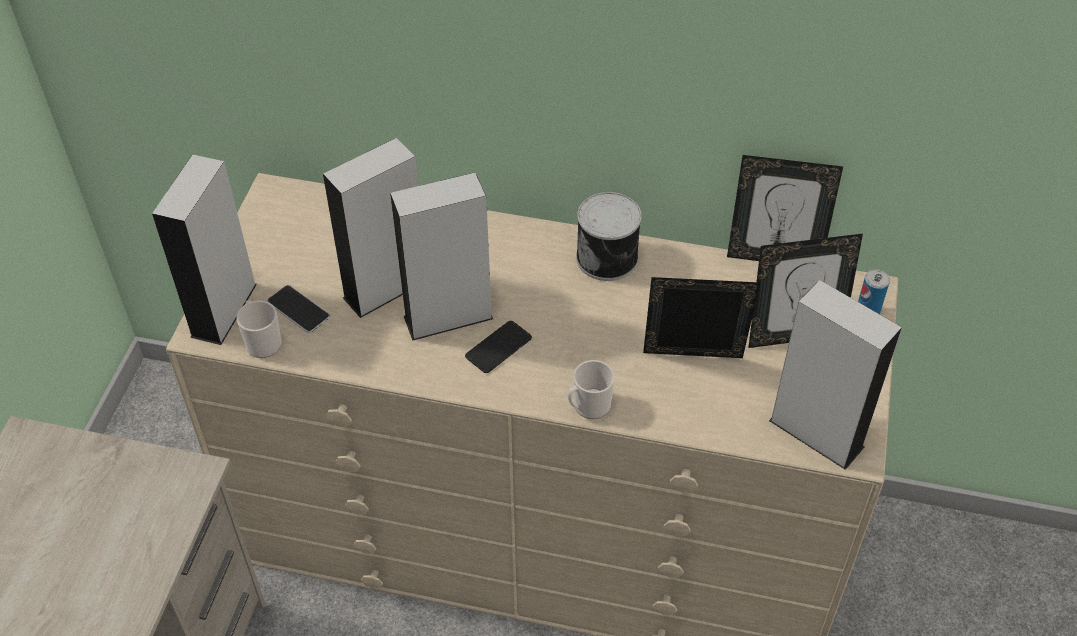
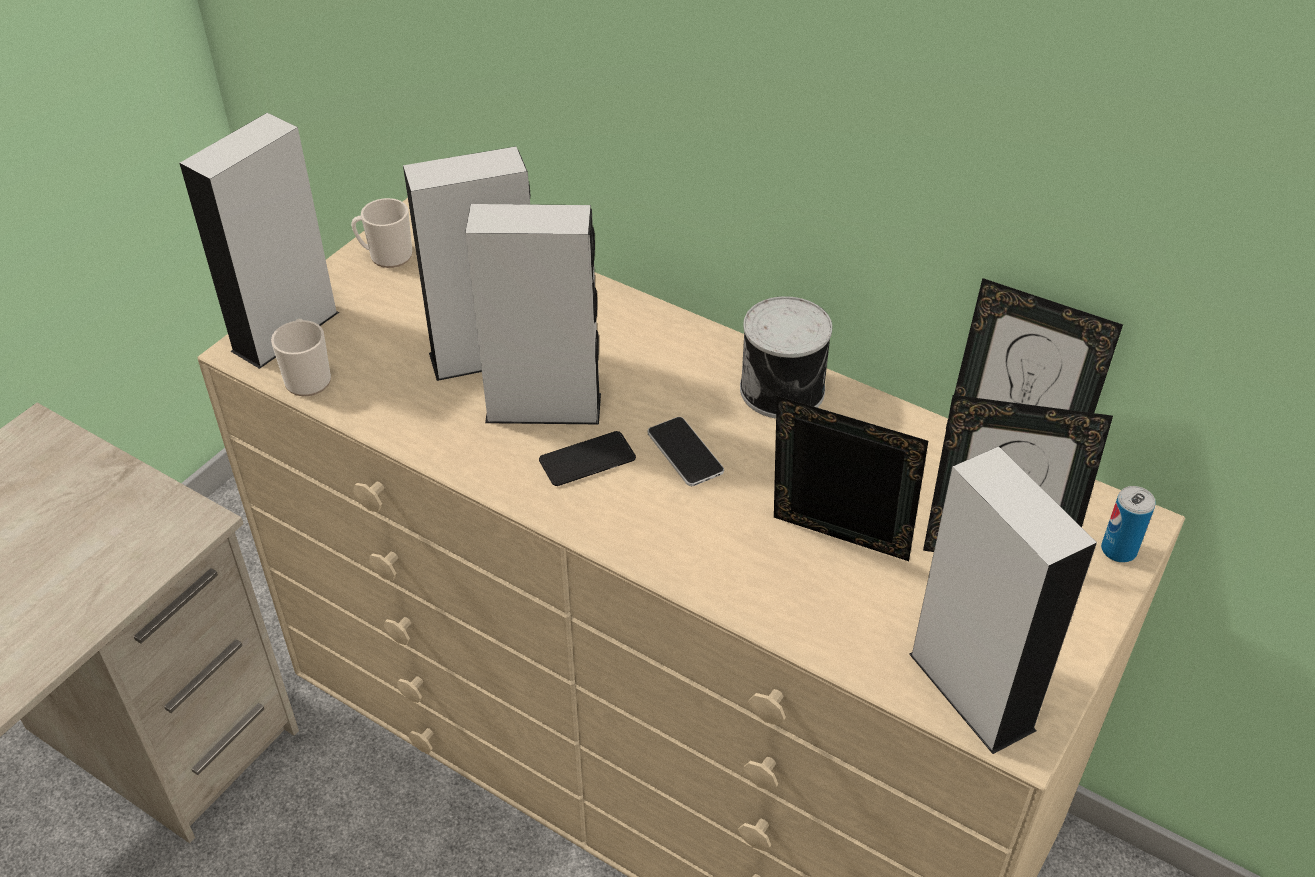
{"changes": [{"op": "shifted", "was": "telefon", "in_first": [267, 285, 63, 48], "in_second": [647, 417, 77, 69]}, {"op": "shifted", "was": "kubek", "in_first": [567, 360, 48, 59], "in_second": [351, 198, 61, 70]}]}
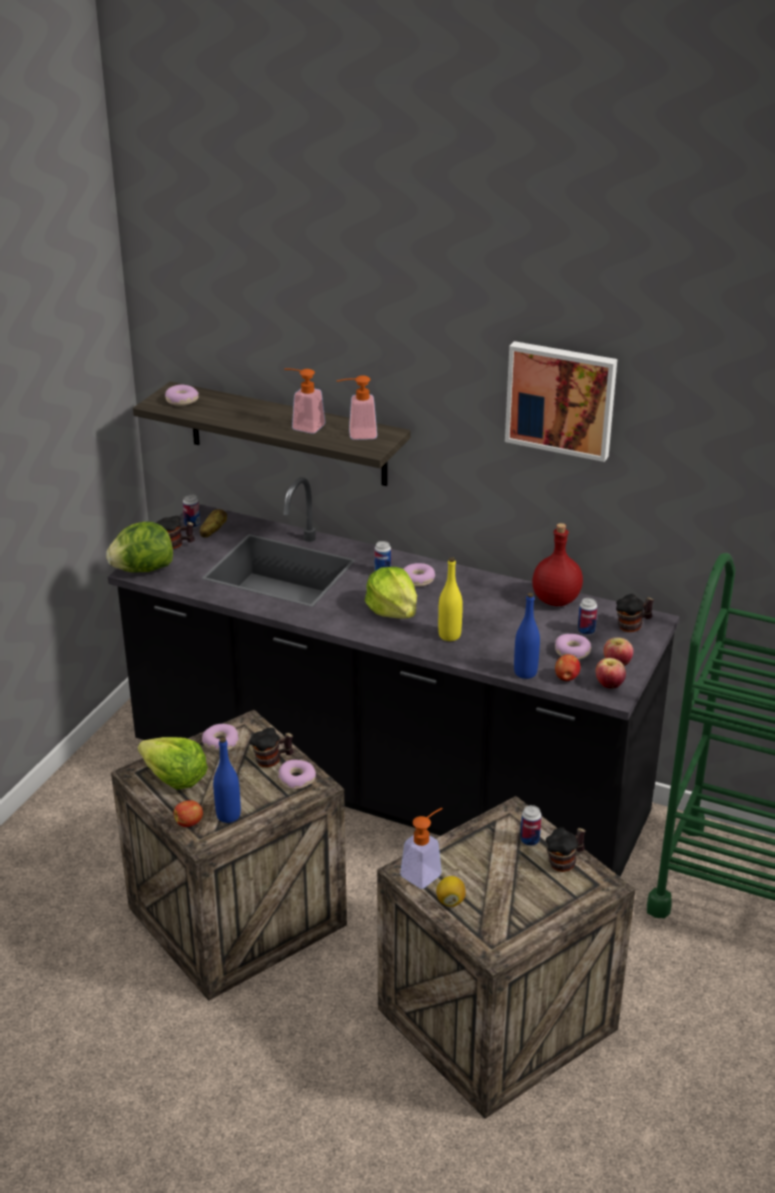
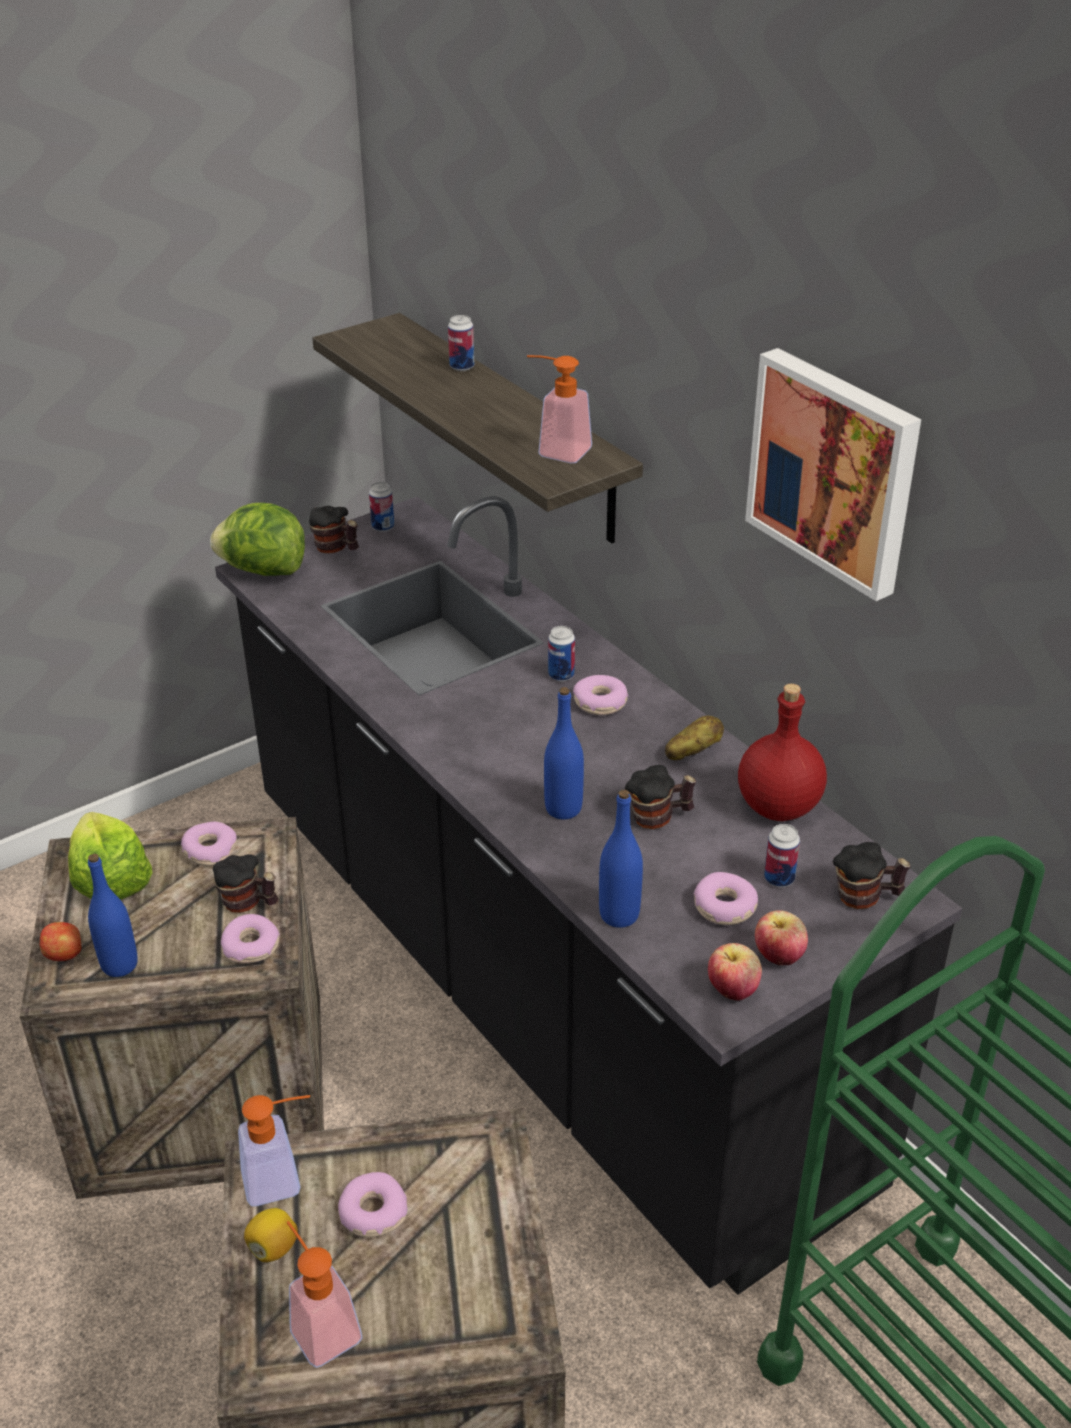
{"changes": [{"op": "shifted", "was": "donut", "in_first": [165, 385, 34, 21], "in_second": [338, 1172, 70, 66]}, {"op": "shifted", "was": "ziemniak", "in_first": [200, 509, 27, 29], "in_second": [665, 716, 59, 44]}, {"op": "shifted", "was": "dozownik mydła", "in_first": [284, 369, 41, 65], "in_second": [287, 1221, 75, 147]}, {"op": "gone", "was": "sałata", "in_first": [365, 567, 52, 52]}, {"op": "repainted", "was": "butelka/żółty", "now": "butelka/niebieski", "in_first": [438, 557, 25, 84], "in_second": [544, 687, 40, 132]}, {"op": "shifted", "was": "puszka", "in_first": [520, 805, 22, 41], "in_second": [448, 315, 27, 56]}, {"op": "shifted", "was": "kubek", "in_first": [546, 827, 40, 45], "in_second": [625, 765, 71, 64]}, {"op": "gone", "was": "jabłko", "in_first": [555, 654, 25, 27]}]}
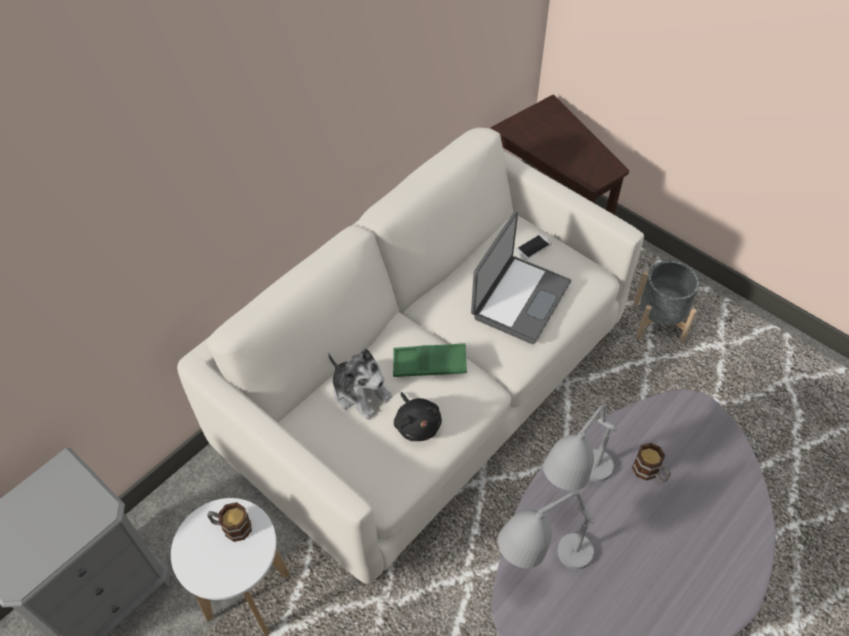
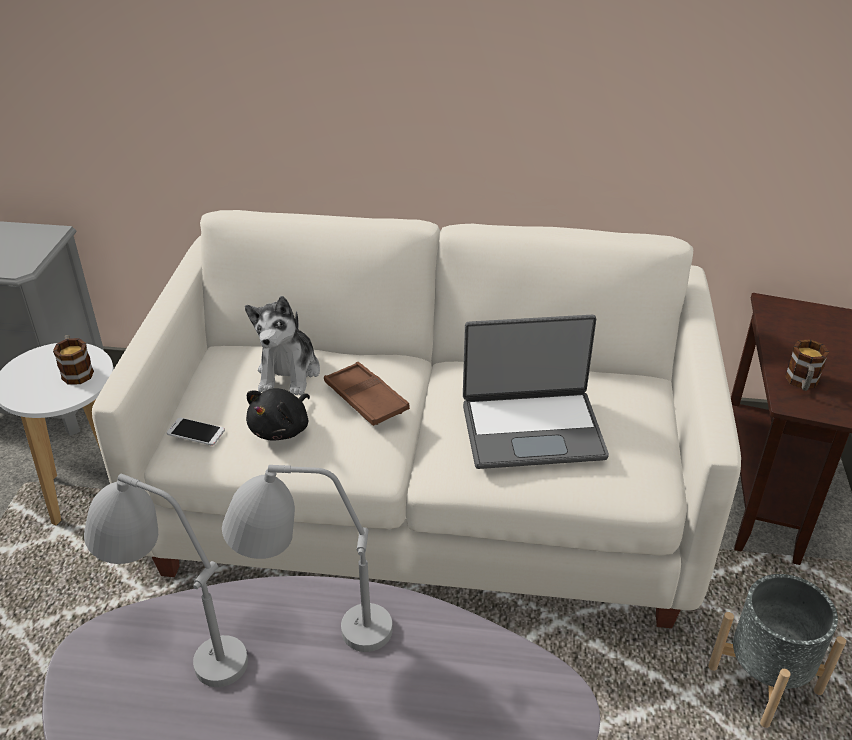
{"changes": [{"op": "repainted", "was": "taca/zielony", "now": "taca/brązowy", "in_first": [393, 343, 74, 34], "in_second": [324, 362, 86, 64]}, {"op": "shifted", "was": "telefon", "in_first": [515, 234, 37, 26], "in_second": [167, 417, 58, 29]}, {"op": "shifted", "was": "kubek", "in_first": [632, 443, 39, 40], "in_second": [785, 339, 44, 52]}]}
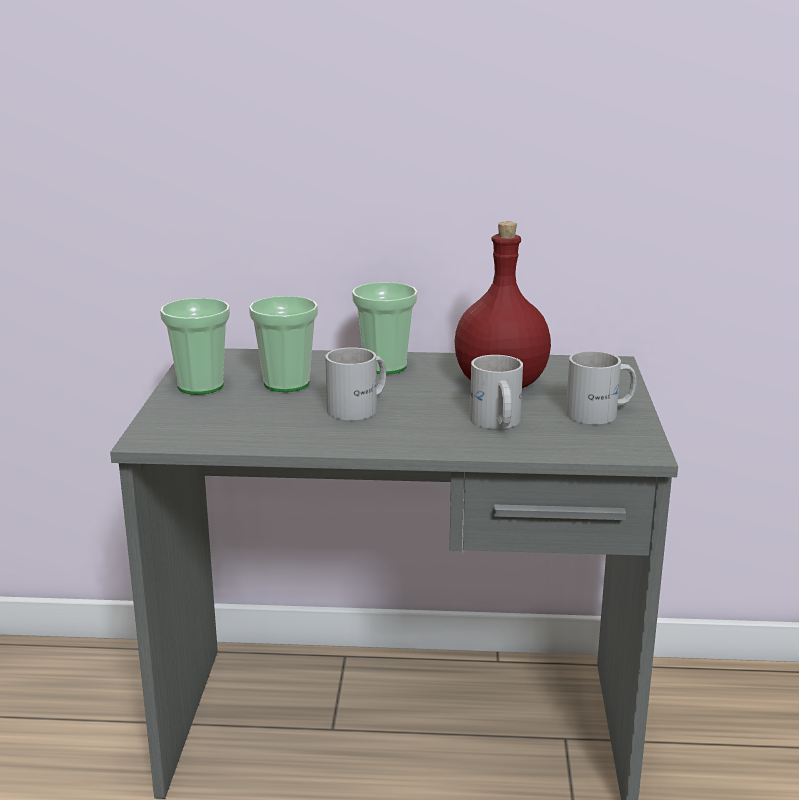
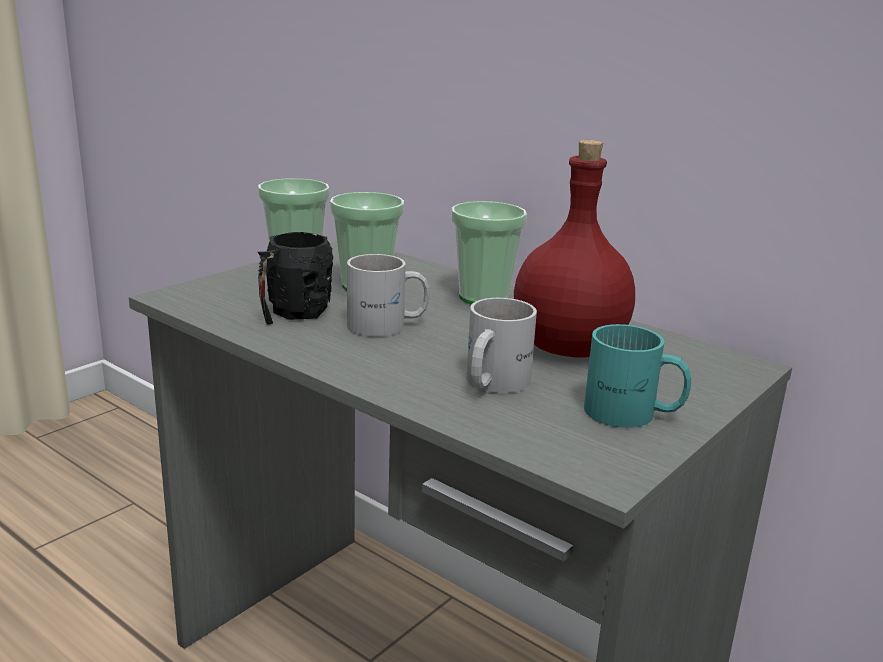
{"changes": [{"op": "repainted", "was": "kubek/biały", "now": "kubek/turkusowy", "in_first": [566, 351, 71, 73], "in_second": [584, 324, 107, 104]}, {"op": "new", "now": "kubek/czarny", "in_second": [258, 232, 76, 93]}]}
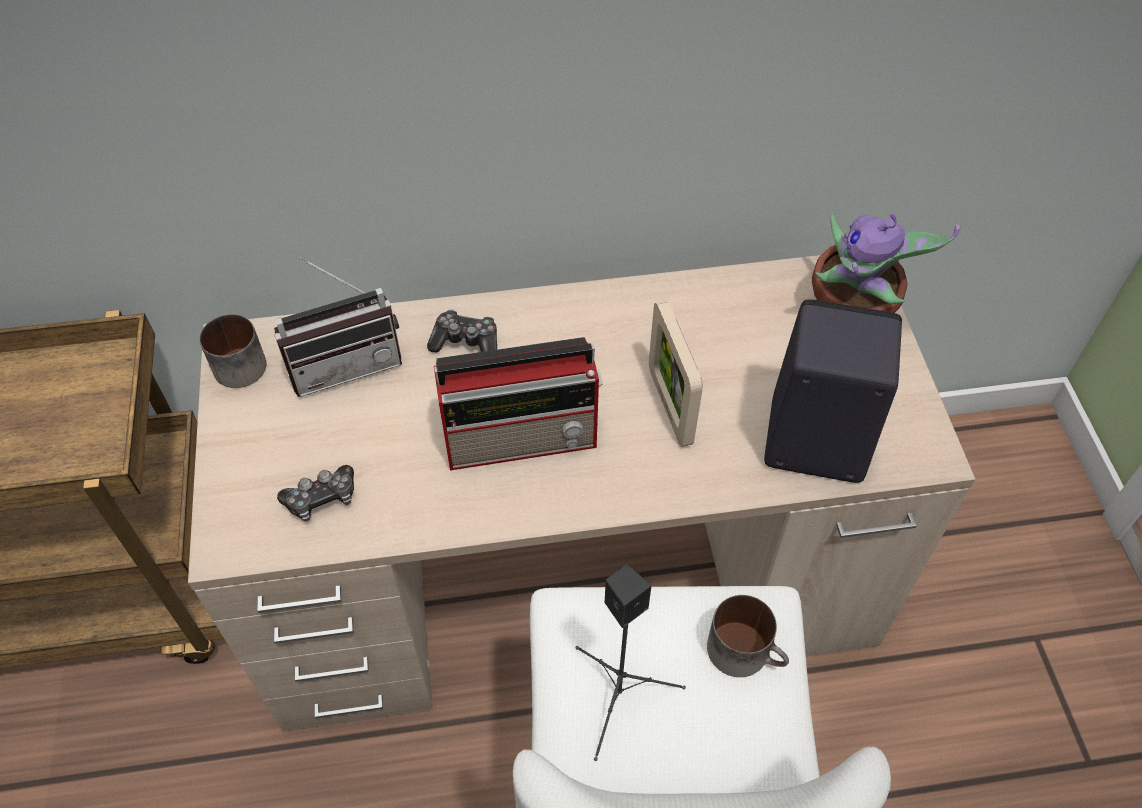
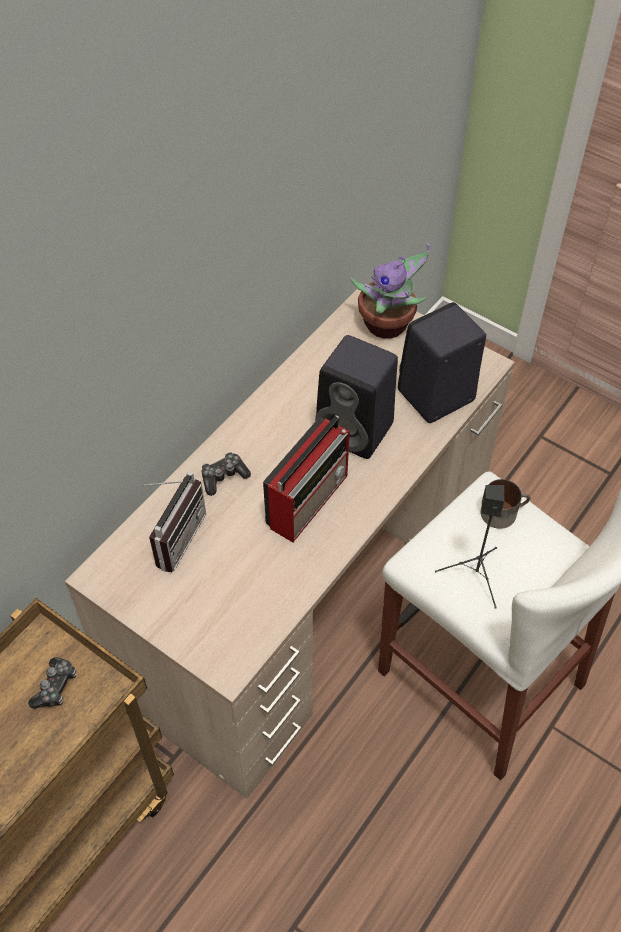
{"changes": [{"op": "gone", "was": "kubek", "in_first": [200, 314, 66, 74]}, {"op": "shifted", "was": "pad do gier", "in_first": [277, 465, 77, 57], "in_second": [28, 657, 48, 52]}, {"op": "swapped", "was": "ramka na zdjęcie", "now": "głośnik/czarny", "in_first": [649, 301, 54, 146], "in_second": [315, 335, 83, 124]}]}
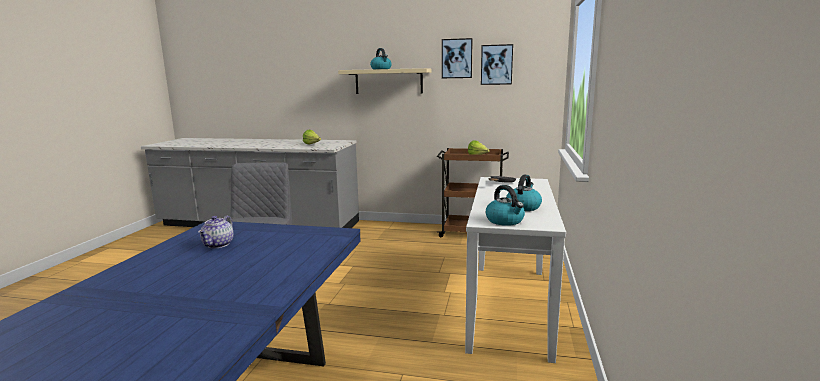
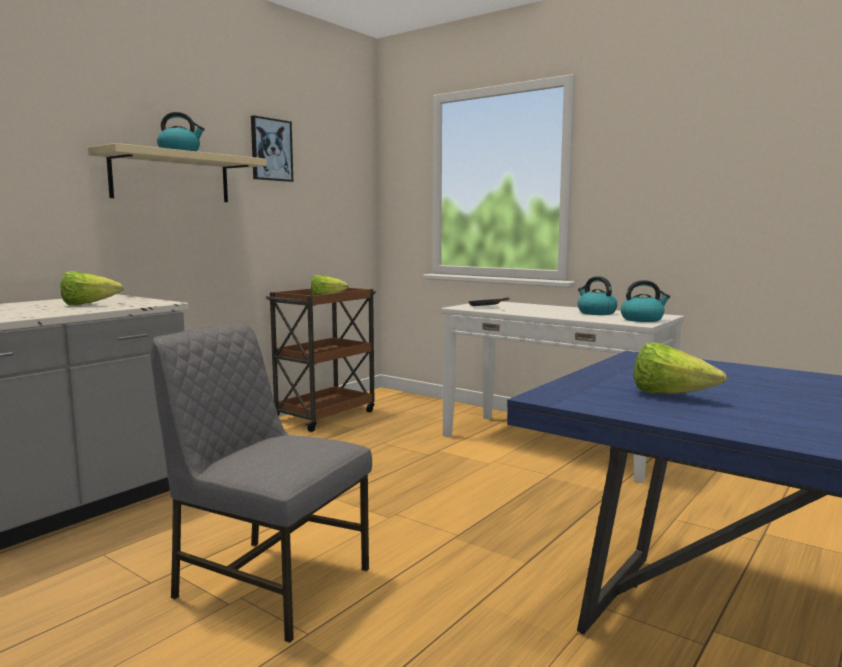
{"changes": [{"op": "swapped", "was": "imbryk", "now": "sałata", "in_first": [198, 215, 36, 33], "in_second": [633, 343, 94, 51]}, {"op": "gone", "was": "obraz", "in_first": [481, 44, 32, 41]}]}
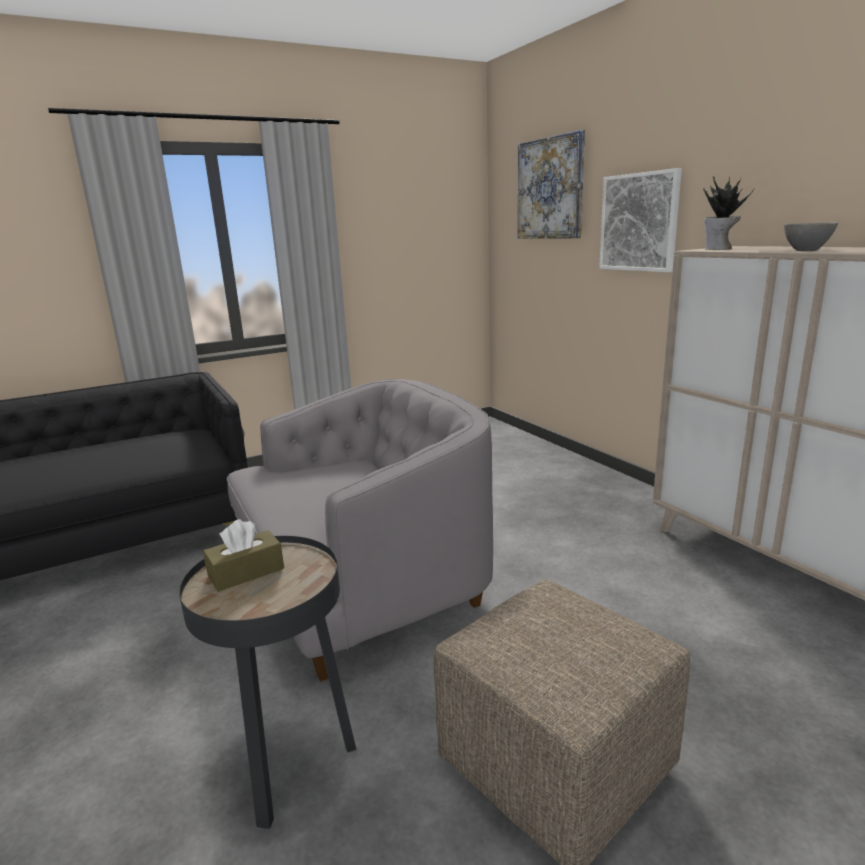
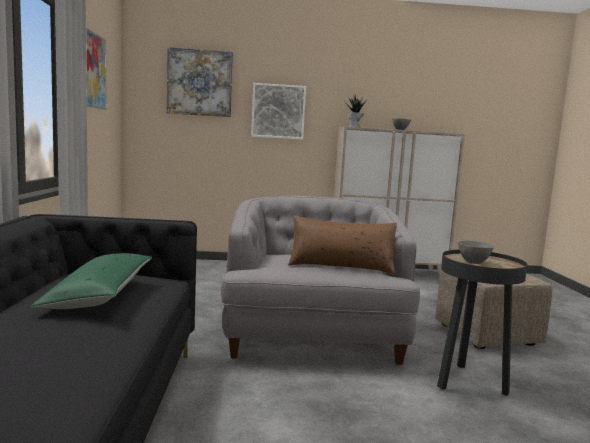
{"changes": [{"op": "swapped", "was": "pudełko chusteczek/brązowy", "now": "miska/szary", "in_first": [203, 519, 81, 73], "in_second": [458, 240, 36, 24]}, {"op": "new", "now": "poduszka/zielony", "in_second": [31, 253, 121, 56]}, {"op": "new", "now": "obraz", "in_second": [86, 28, 20, 82]}, {"op": "new", "now": "poduszka/brązowy", "in_second": [288, 215, 109, 59]}]}
